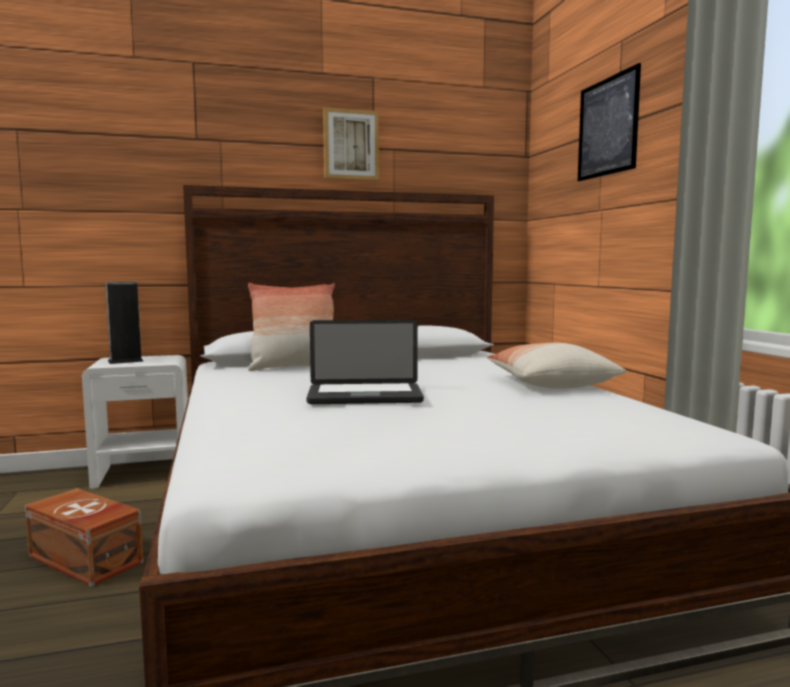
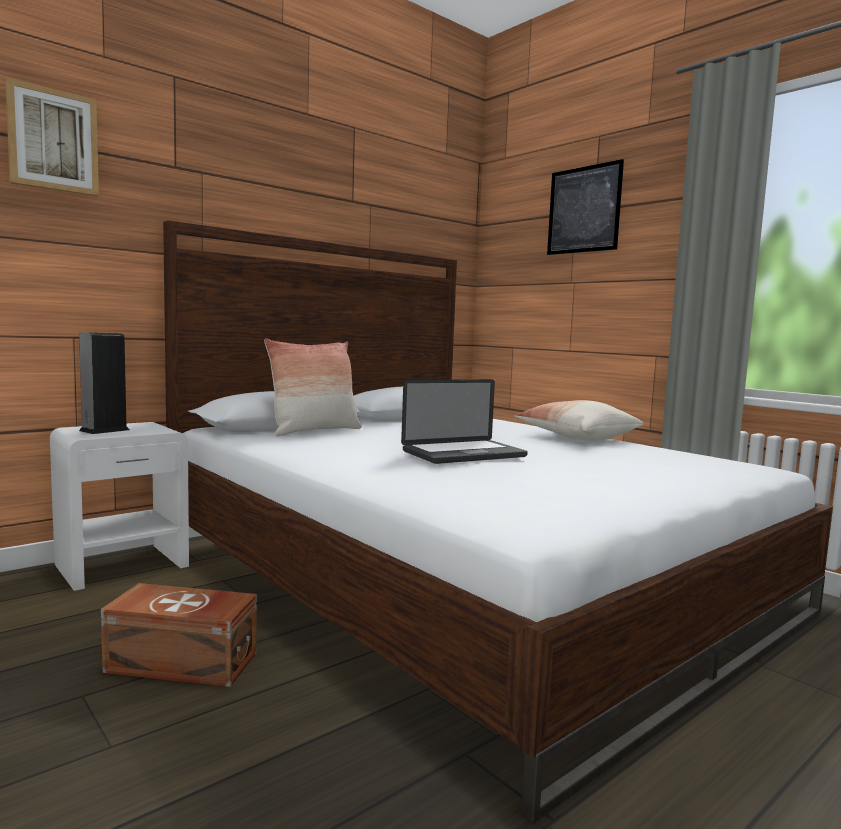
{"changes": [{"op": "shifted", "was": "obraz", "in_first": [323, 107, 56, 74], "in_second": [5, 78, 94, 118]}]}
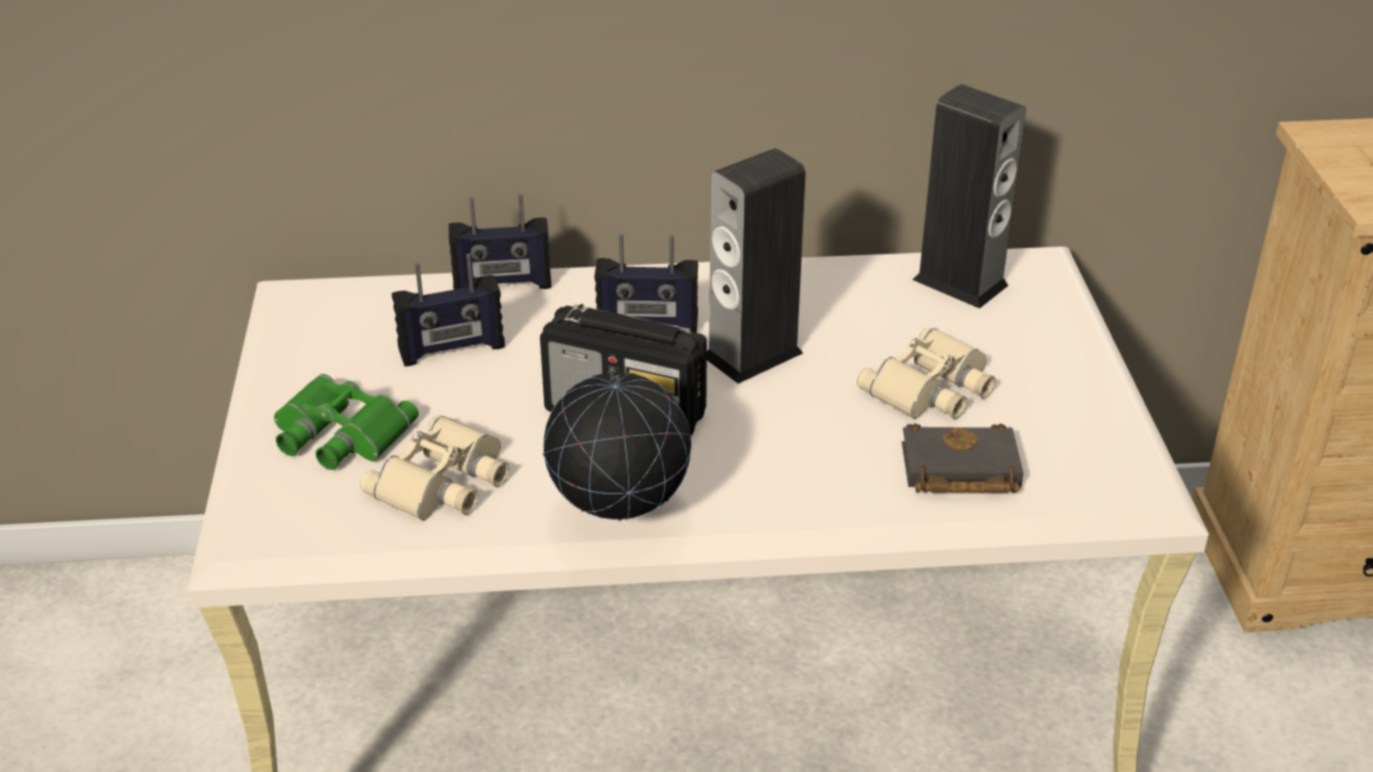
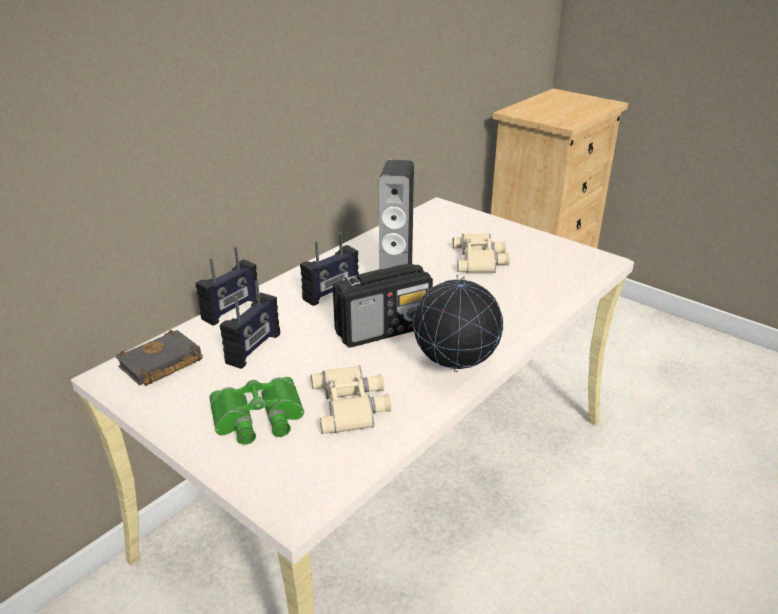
{"changes": [{"op": "shifted", "was": "książka/czarny", "in_first": [902, 423, 121, 70], "in_second": [116, 330, 87, 56]}, {"op": "gone", "was": "głośnik", "in_first": [913, 84, 113, 225]}]}
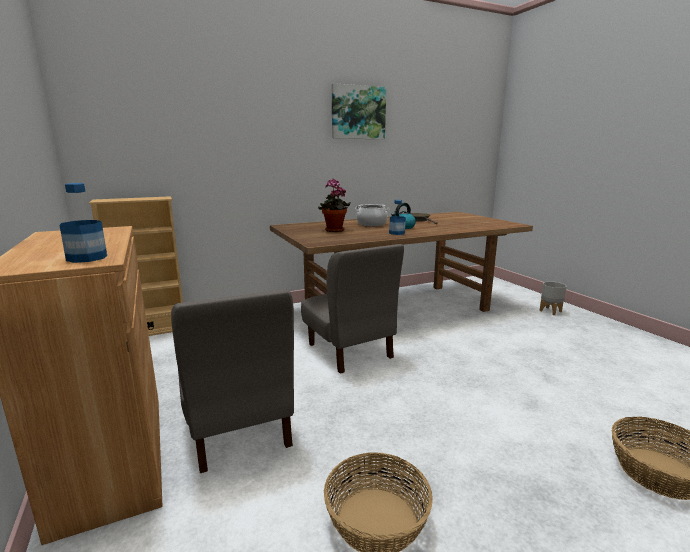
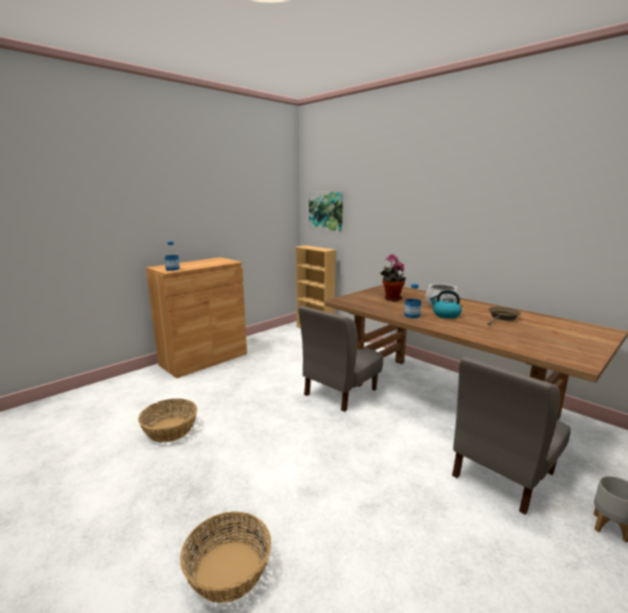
{"changes": [{"op": "shifted", "was": "krzesło/szary", "in_first": [171, 289, 123, 184], "in_second": [452, 357, 119, 158]}, {"op": "shifted", "was": "obraz", "in_first": [332, 83, 54, 56], "in_second": [309, 192, 34, 40]}]}
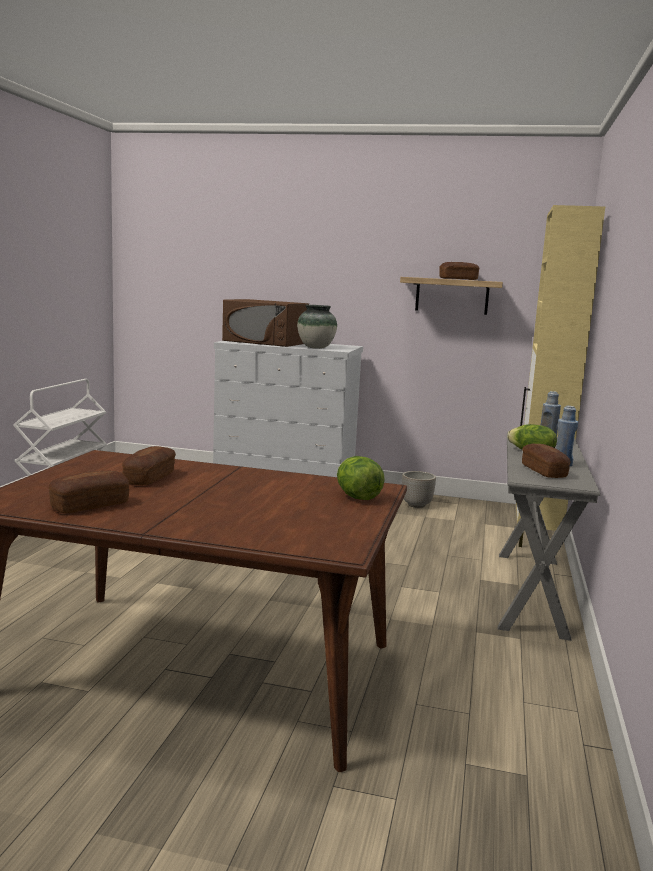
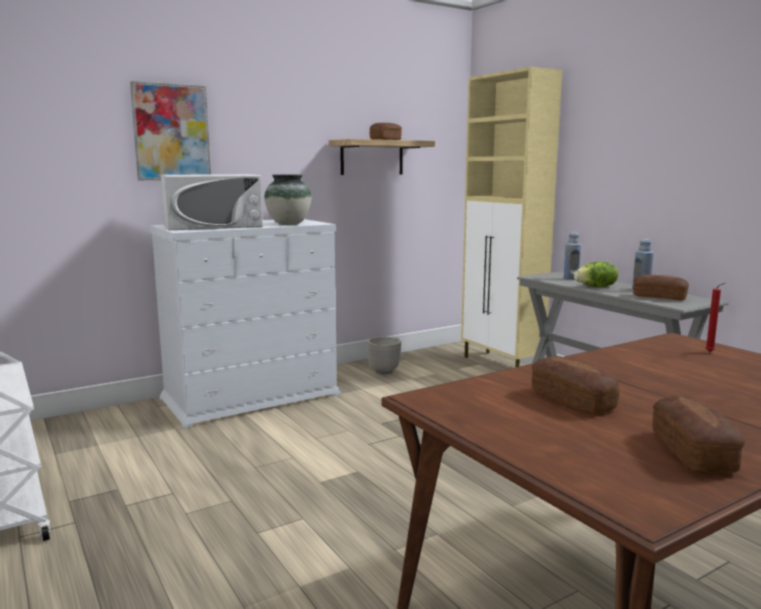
{"changes": [{"op": "repainted", "was": "mikrofalówka/brązowy", "now": "mikrofalówka/biały", "in_first": [222, 299, 87, 48], "in_second": [160, 174, 103, 56]}, {"op": "swapped", "was": "sałata", "now": "świeca/czerwony", "in_first": [337, 456, 48, 44], "in_second": [705, 282, 21, 70]}, {"op": "new", "now": "obraz", "in_second": [130, 81, 81, 99]}]}
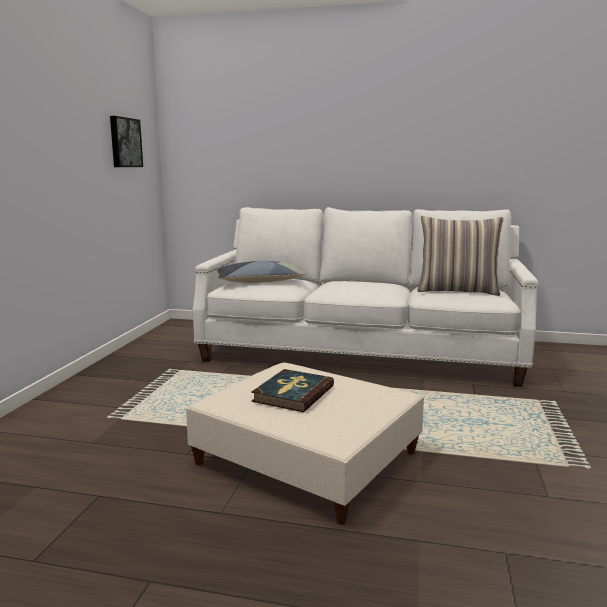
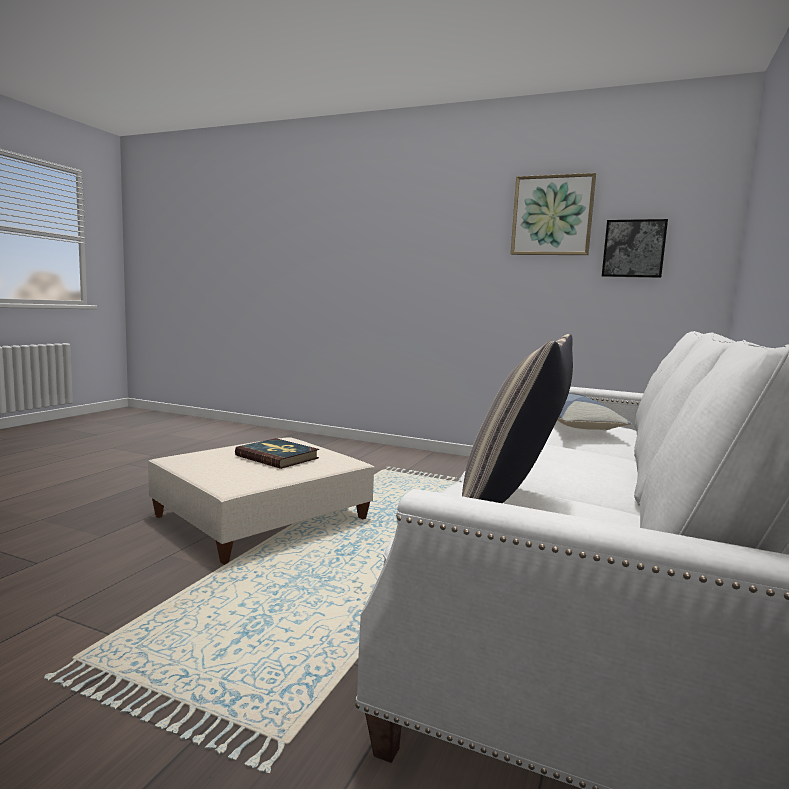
{"changes": [{"op": "new", "now": "obraz", "in_second": [511, 173, 85, 82]}]}
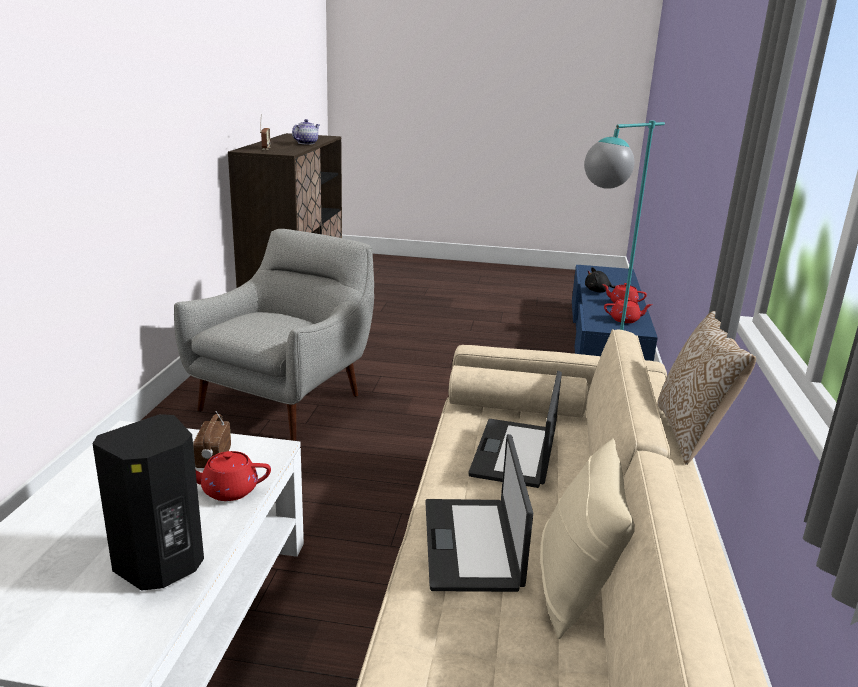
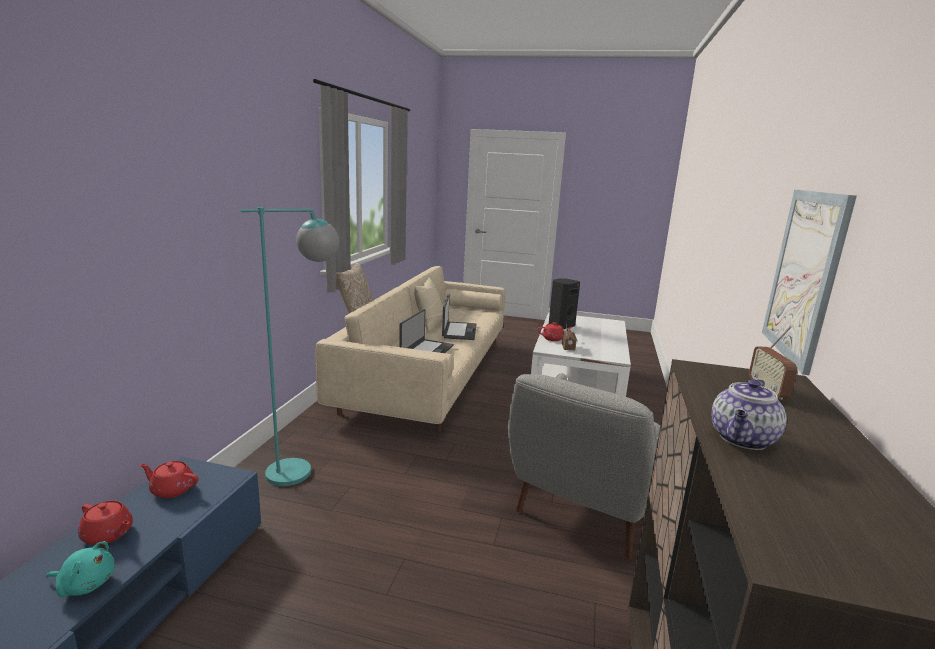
{"changes": [{"op": "repainted", "was": "pluszak/czarny", "now": "pluszak/turkusowy", "in_first": [585, 267, 31, 26], "in_second": [46, 541, 69, 56]}, {"op": "new", "now": "obraz", "in_second": [762, 190, 95, 185]}]}
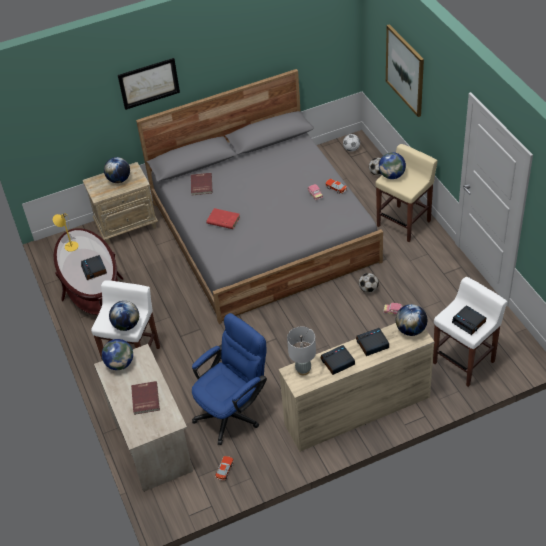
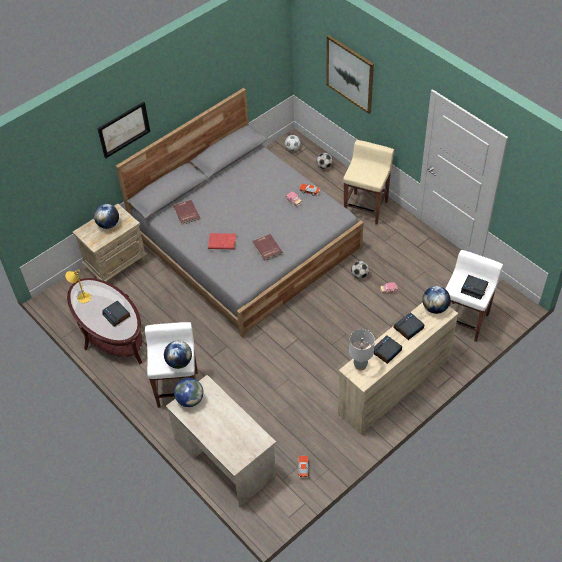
{"changes": [{"op": "shifted", "was": "książka/czerwony", "in_first": [131, 381, 29, 34], "in_second": [253, 234, 30, 27]}, {"op": "gone", "was": "krzesło biurowe/niebieski", "in_first": [192, 313, 75, 132]}, {"op": "gone", "was": "globus", "in_first": [379, 152, 27, 27]}]}
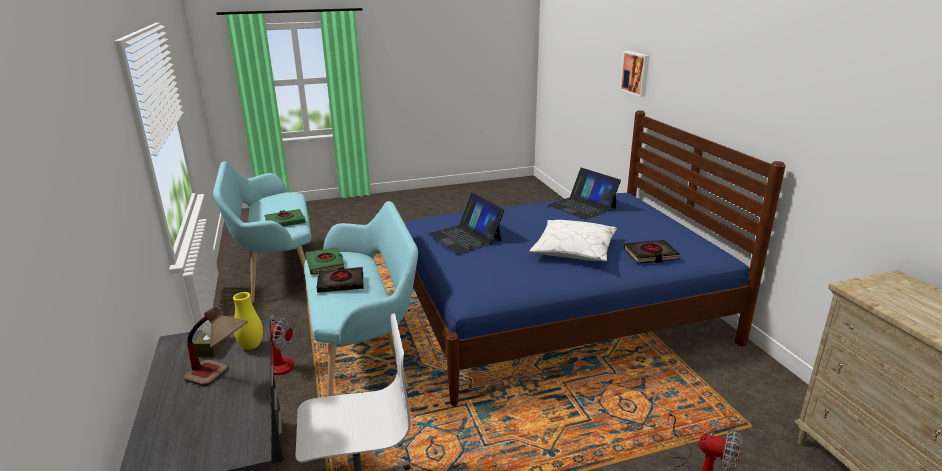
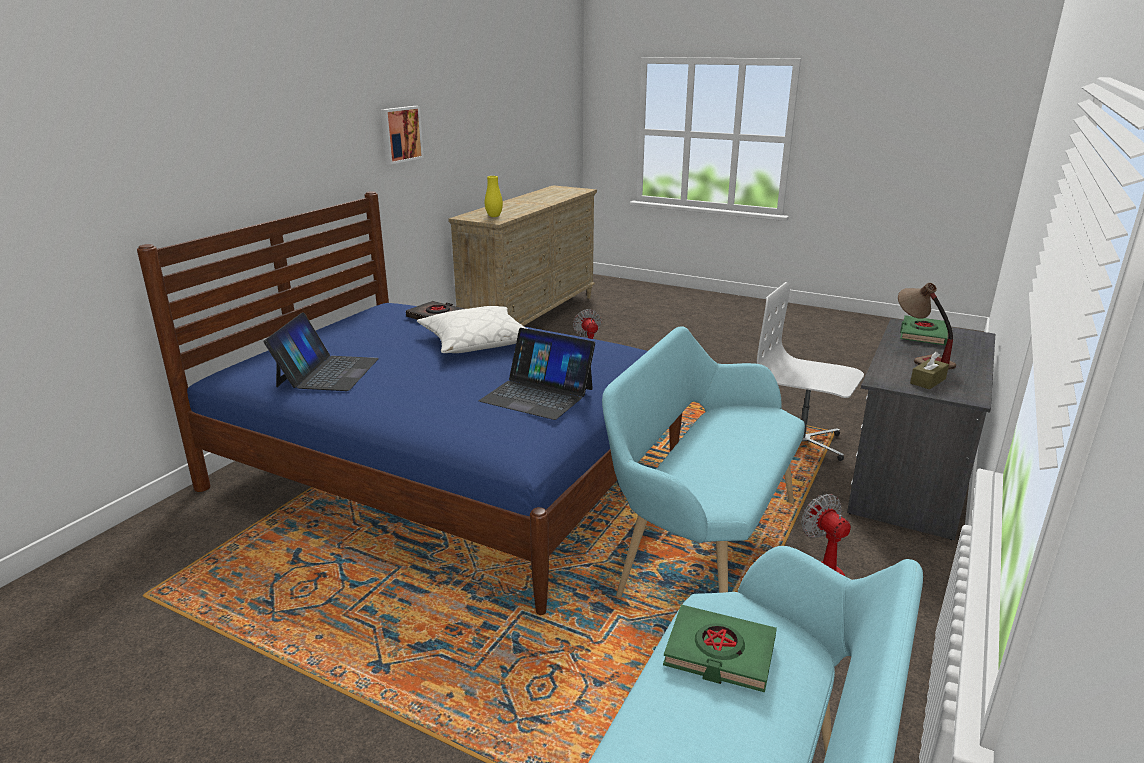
{"changes": [{"op": "shifted", "was": "wazon/żółty", "in_first": [233, 292, 30, 58], "in_second": [485, 176, 18, 41]}, {"op": "shifted", "was": "książka/zielony", "in_first": [305, 247, 40, 28], "in_second": [900, 315, 48, 30]}, {"op": "gone", "was": "książka/czarny", "in_first": [317, 267, 47, 26]}, {"op": "rotated", "was": "laptop", "in_first": [428, 193, 77, 61], "in_second": [479, 328, 116, 92], "clockwise": 105}, {"op": "shifted", "was": "obraz", "in_first": [620, 51, 30, 46], "in_second": [381, 106, 43, 59]}]}
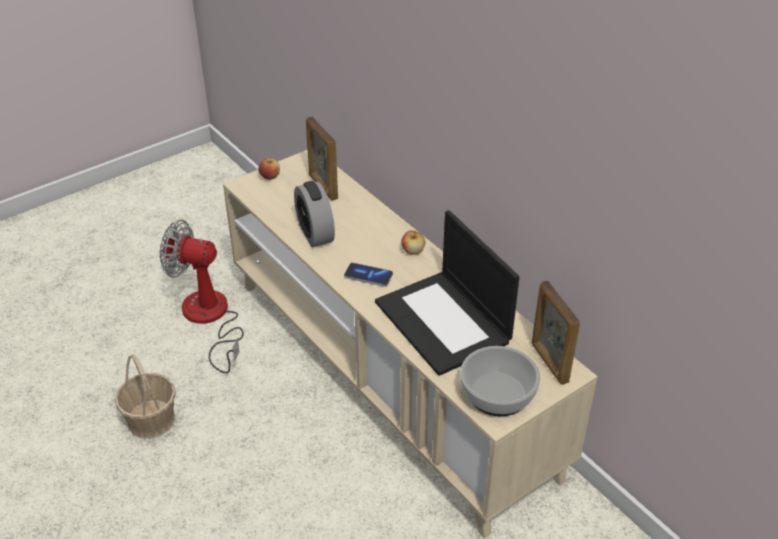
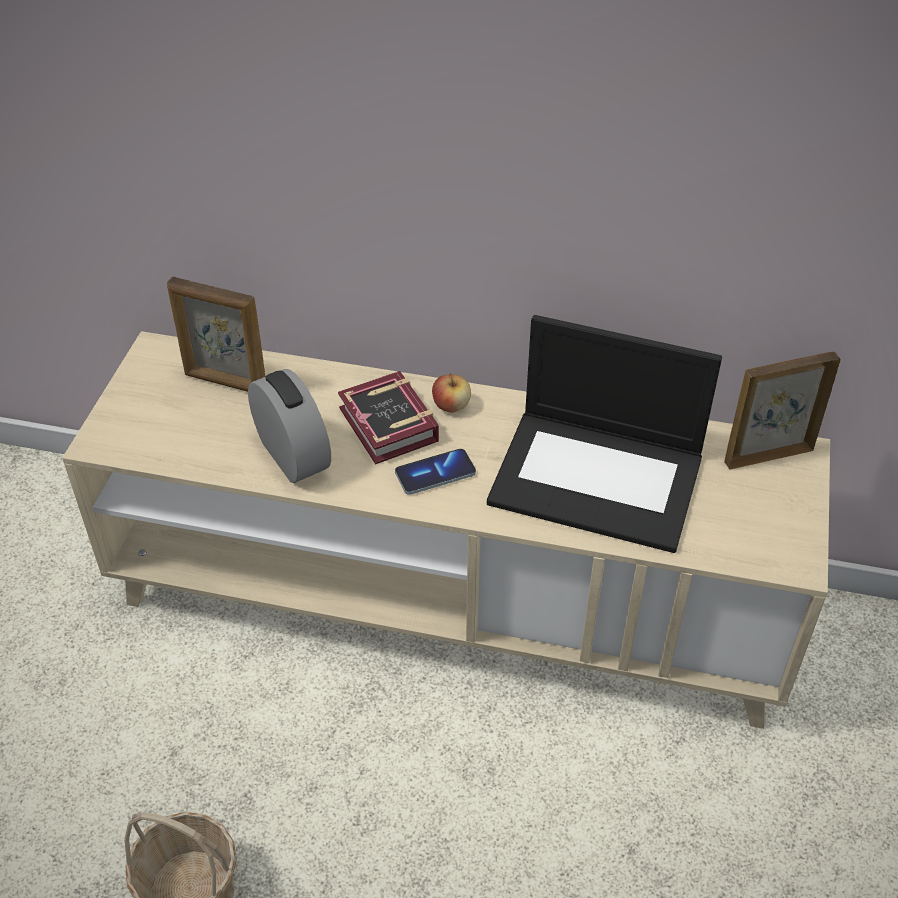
{"changes": [{"op": "gone", "was": "wentylator", "in_first": [160, 220, 84, 153]}, {"op": "gone", "was": "jabłko", "in_first": [258, 158, 22, 22]}, {"op": "rotated", "was": "budzik", "in_first": [294, 181, 41, 66], "in_second": [248, 369, 83, 114], "clockwise": -150}, {"op": "gone", "was": "miska", "in_first": [460, 346, 80, 71]}, {"op": "rotated", "was": "ramka na zdjęcie", "in_first": [531, 281, 49, 104], "in_second": [724, 352, 117, 118], "clockwise": 135}, {"op": "new", "now": "książka", "in_second": [338, 371, 101, 93]}]}
